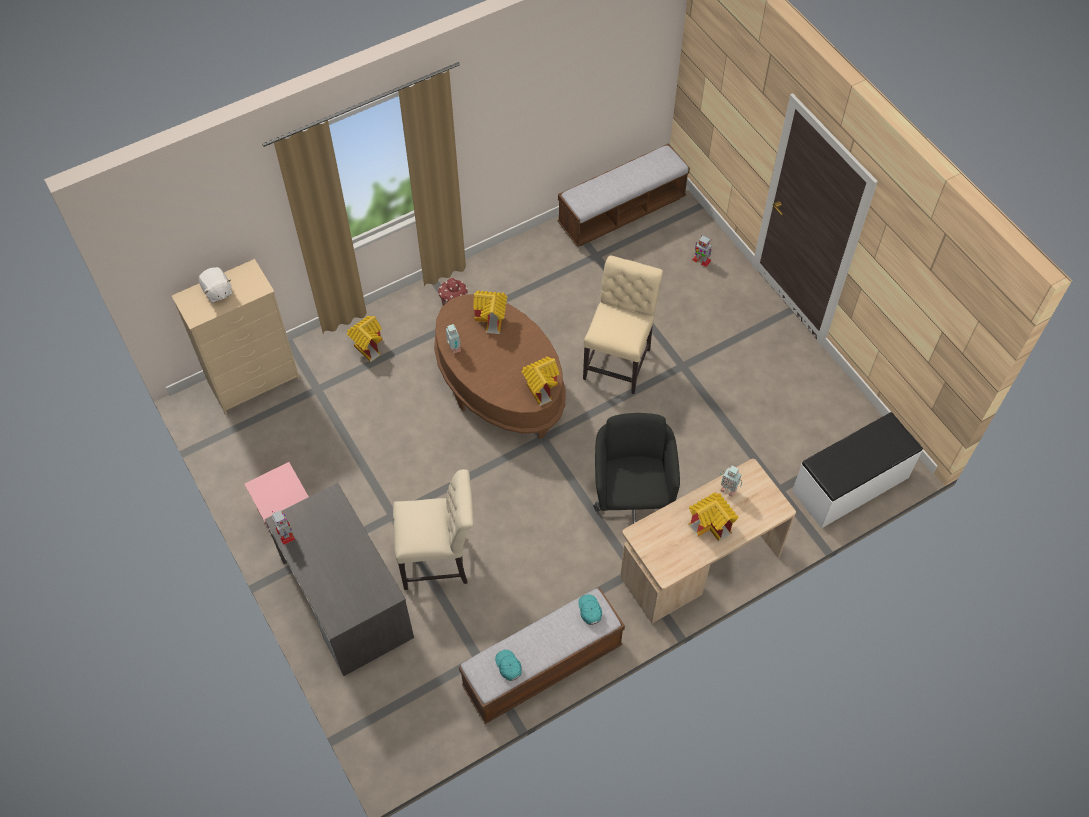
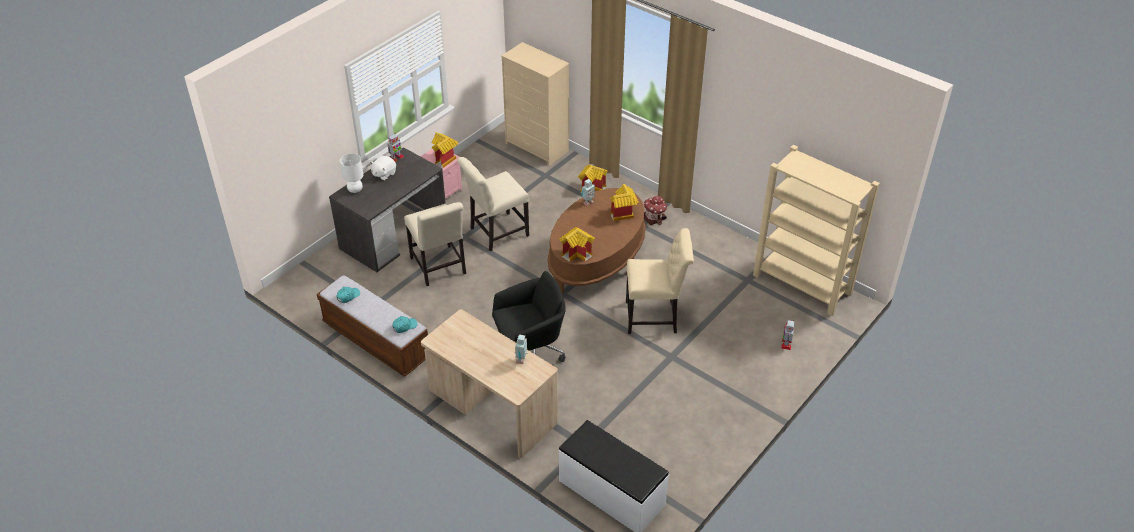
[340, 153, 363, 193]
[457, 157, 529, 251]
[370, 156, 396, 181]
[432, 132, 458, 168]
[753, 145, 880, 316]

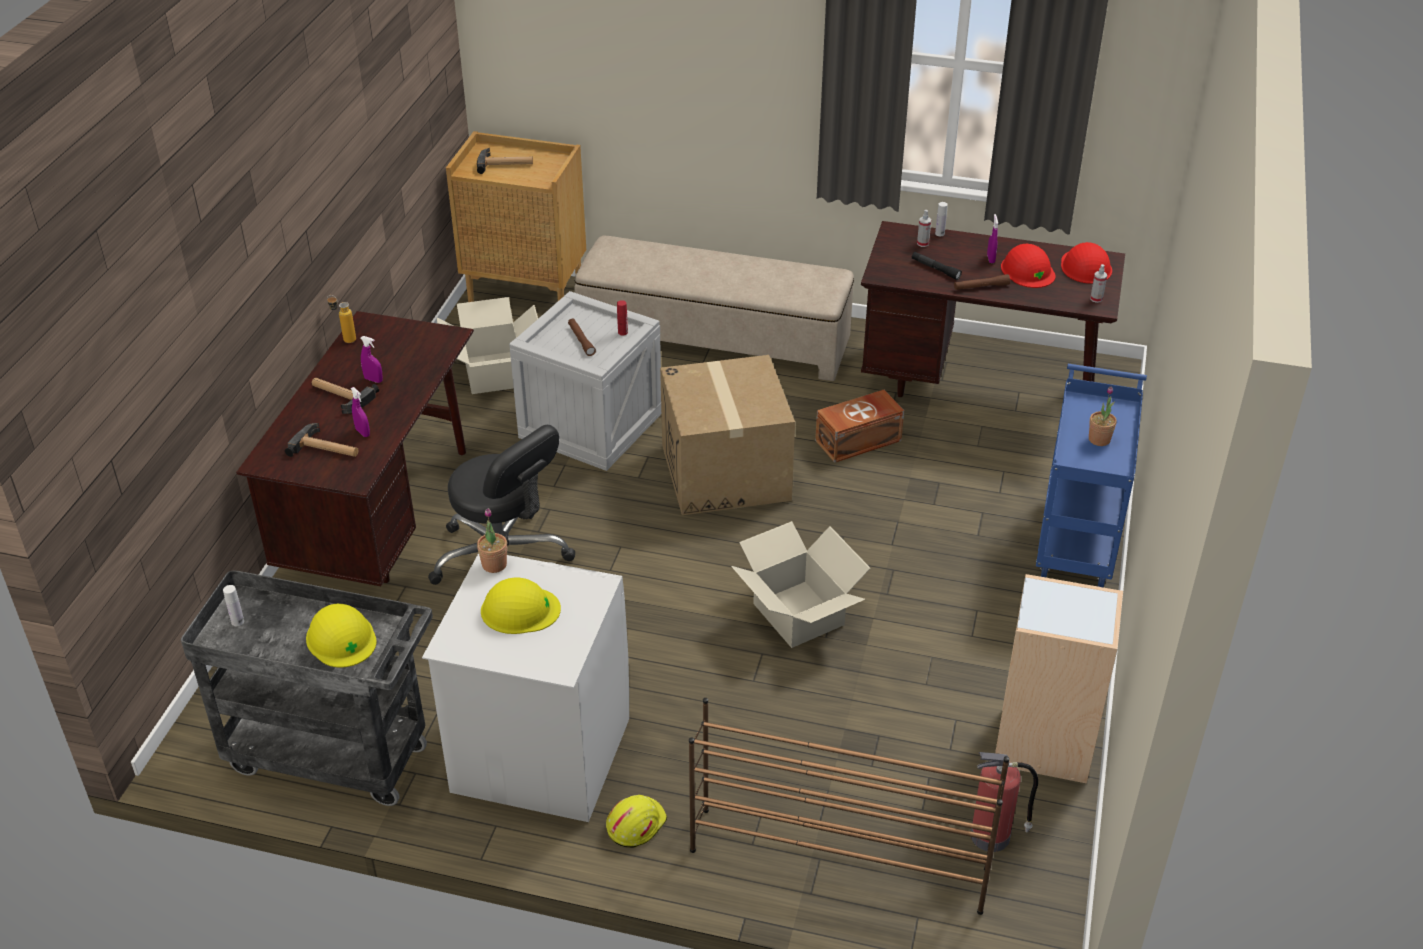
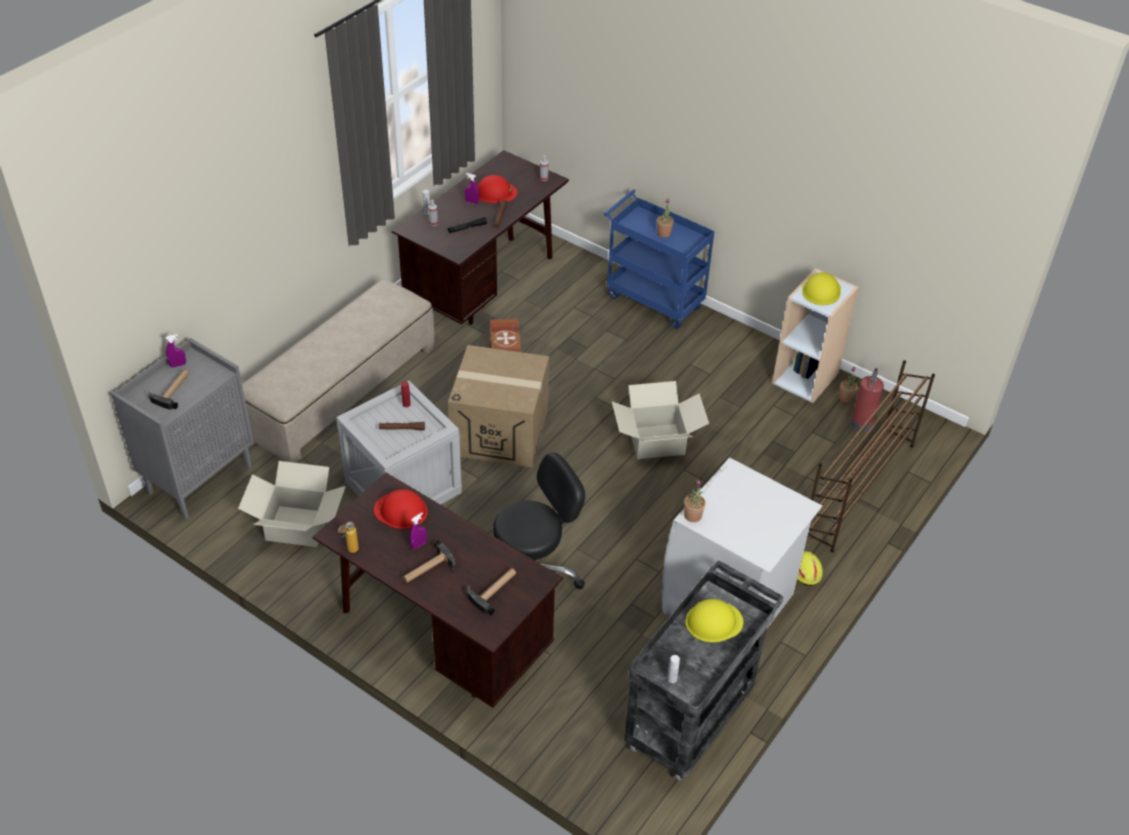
[839, 367, 857, 403]
[165, 334, 186, 367]
[802, 272, 841, 305]
[374, 489, 428, 529]
[111, 338, 254, 519]

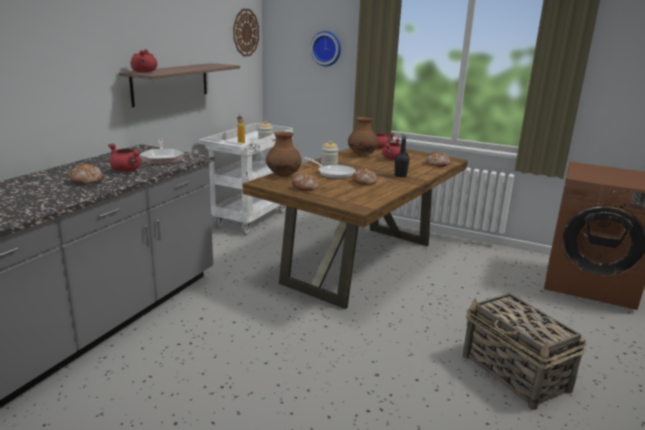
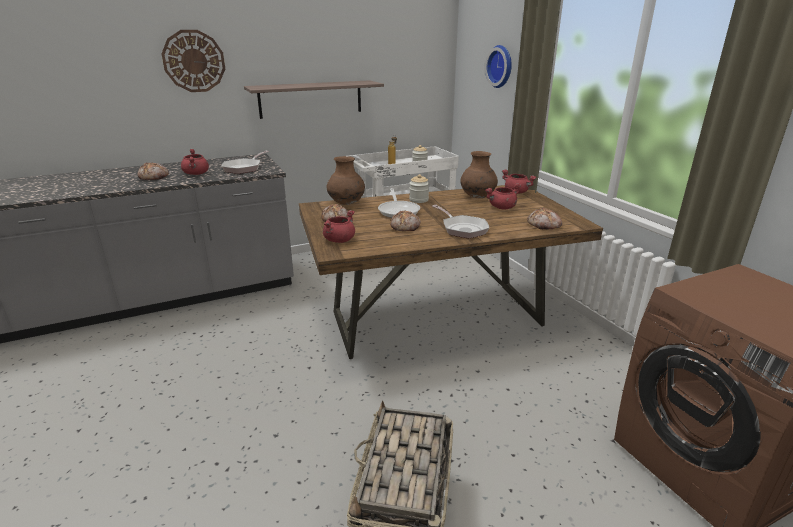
[323, 210, 355, 243]
[162, 30, 225, 92]
[433, 205, 489, 238]

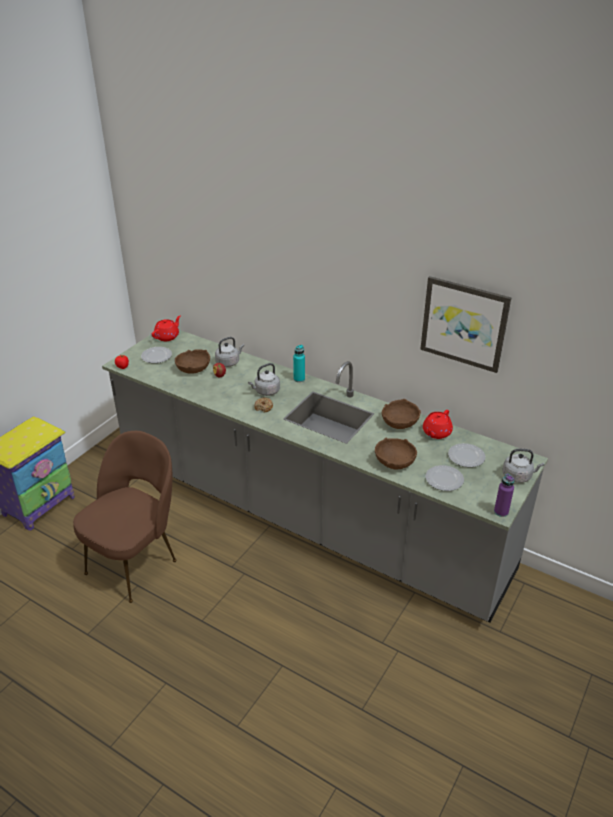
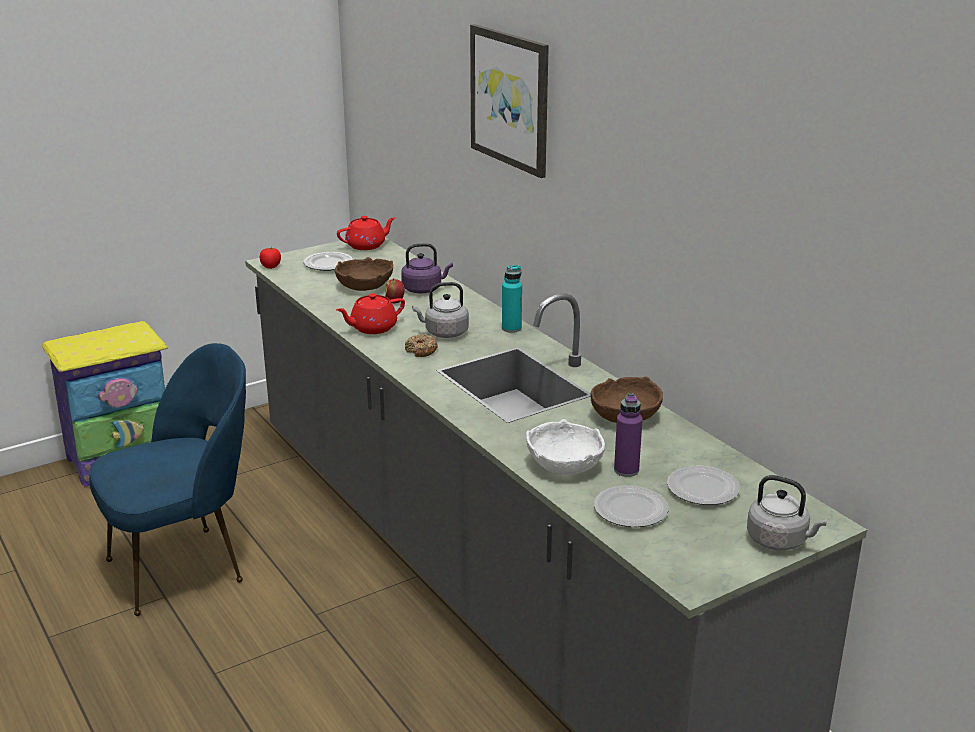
[470, 24, 549, 178]
[336, 293, 405, 334]
[614, 393, 643, 477]
[89, 343, 246, 616]
[401, 243, 453, 293]
[526, 419, 605, 475]

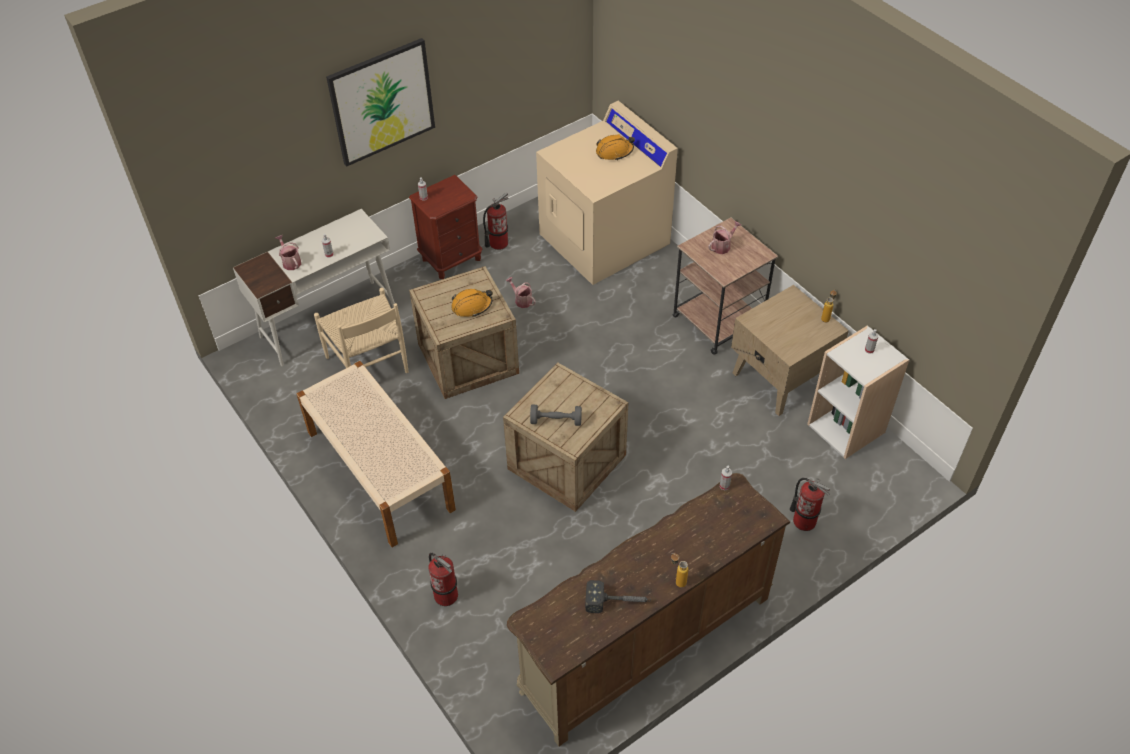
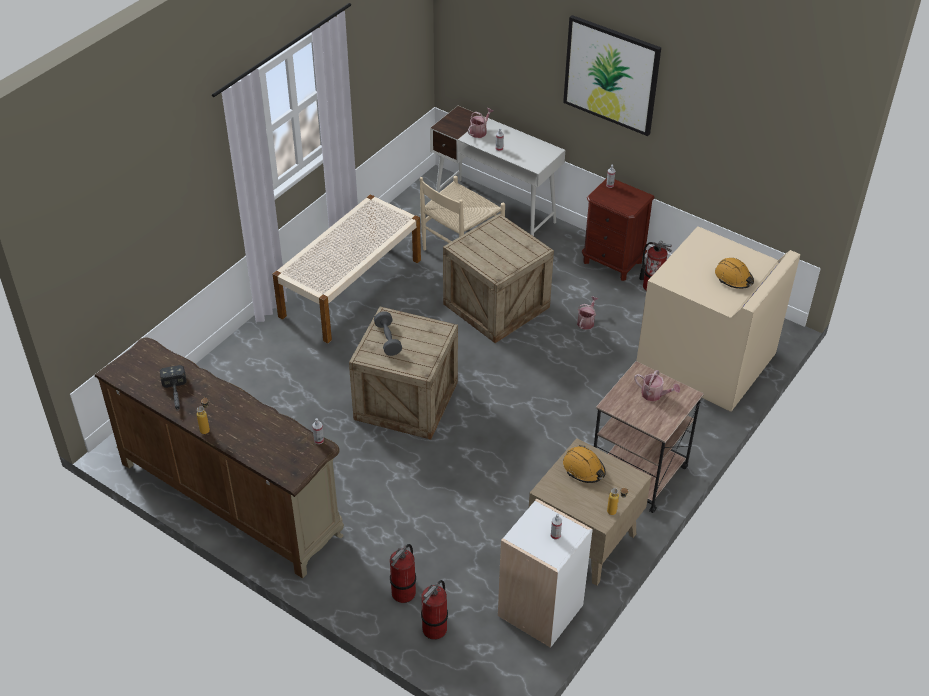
[421, 580, 448, 640]
[563, 445, 606, 483]

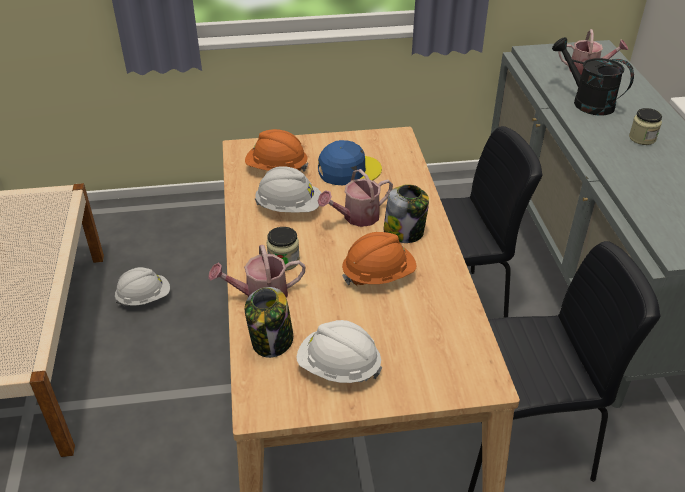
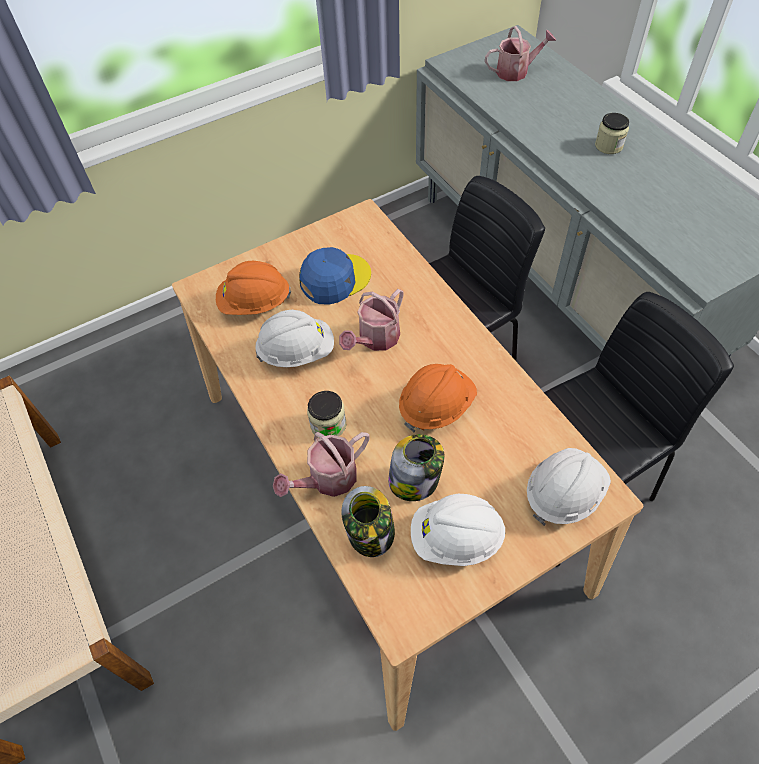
[552, 37, 634, 116] (first image)
[527, 448, 611, 526]
[388, 434, 445, 501]

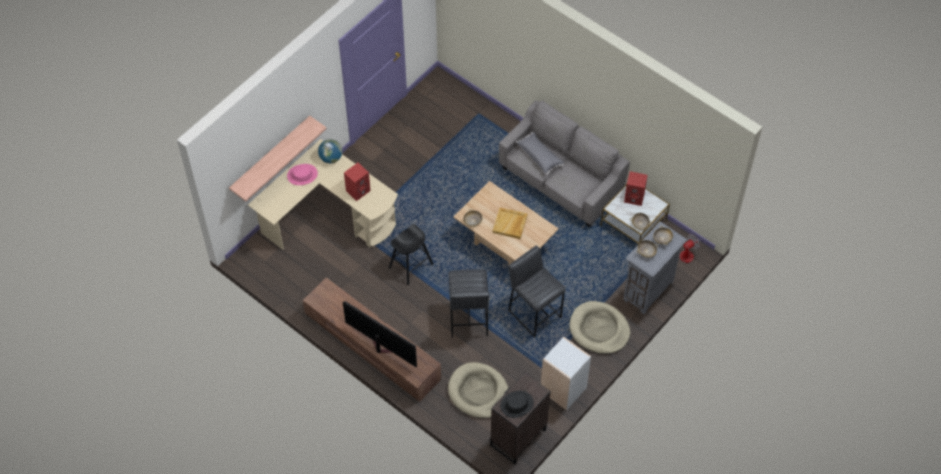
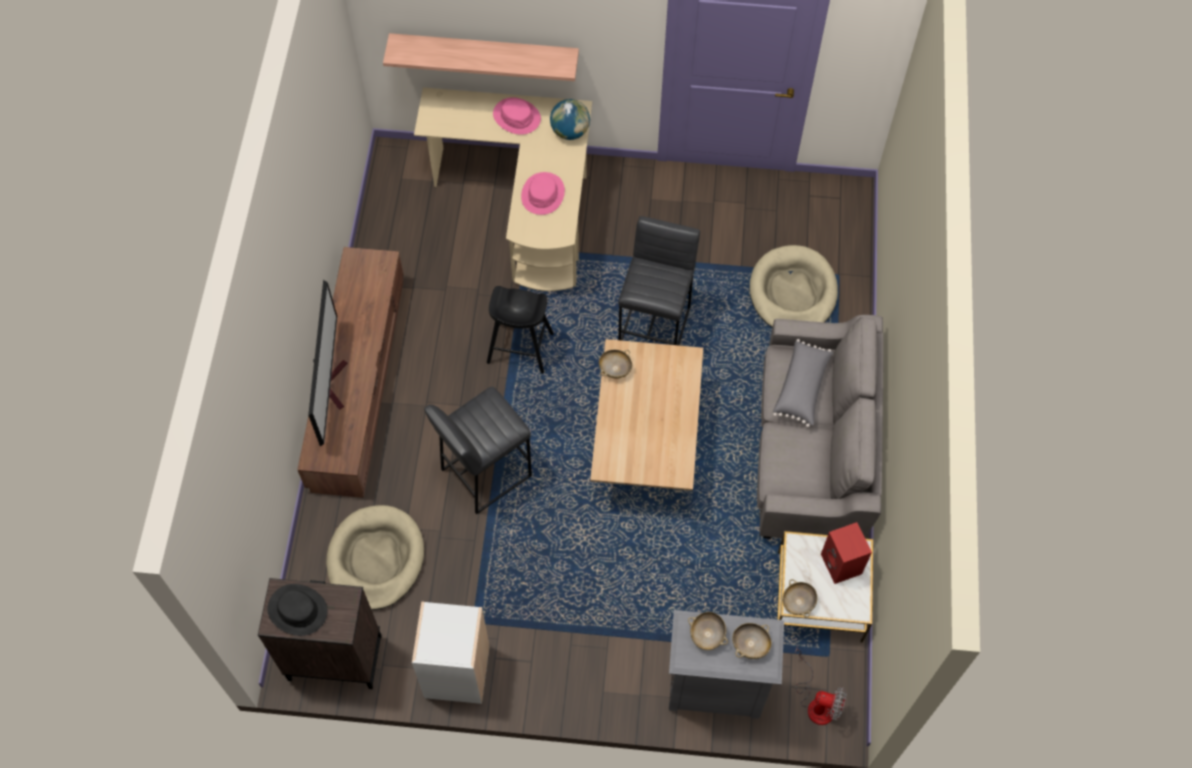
[492, 208, 528, 239] (first image)
[618, 216, 700, 345]
[750, 245, 838, 328]
[521, 172, 565, 215]

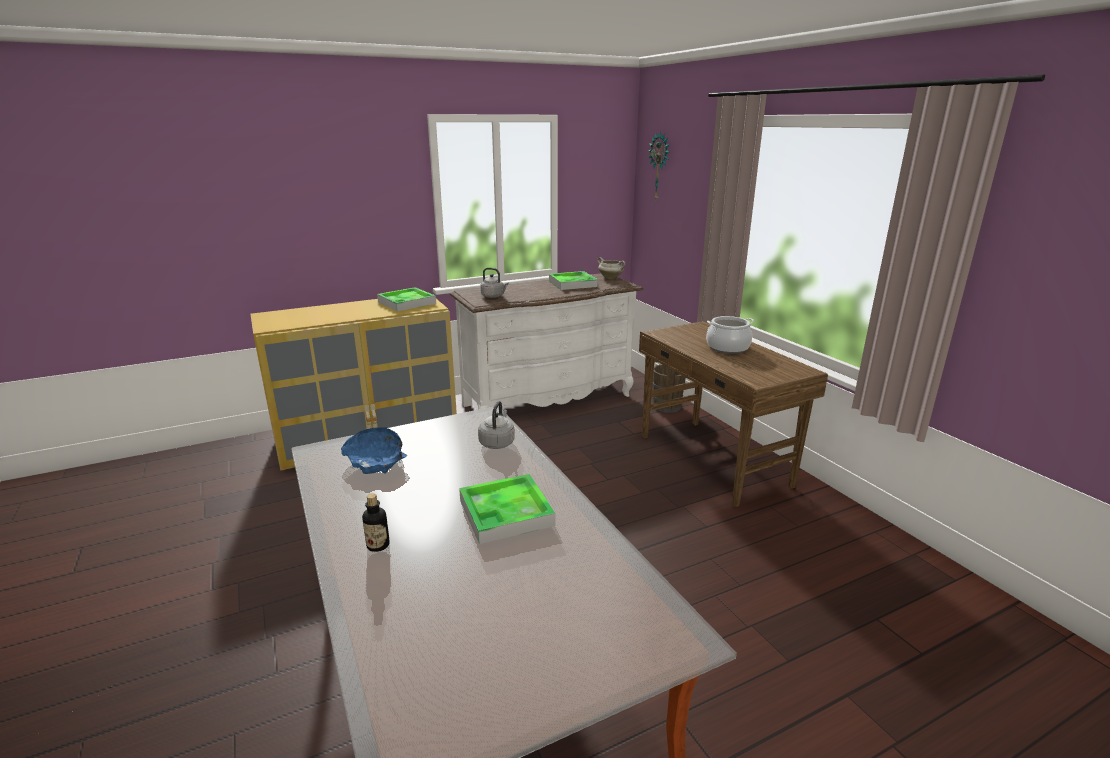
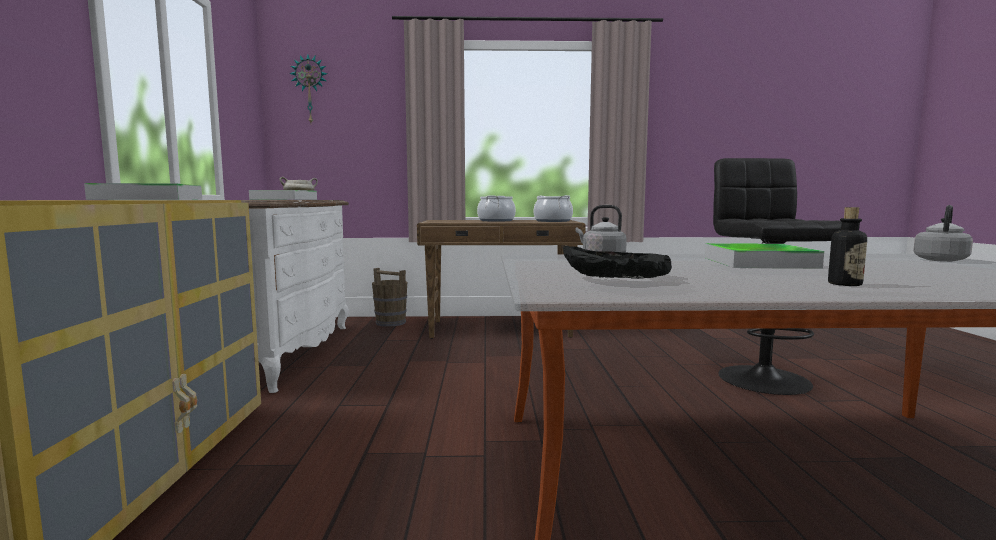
[534, 195, 573, 222]
[713, 158, 842, 395]
[913, 205, 973, 262]
[563, 246, 672, 279]

